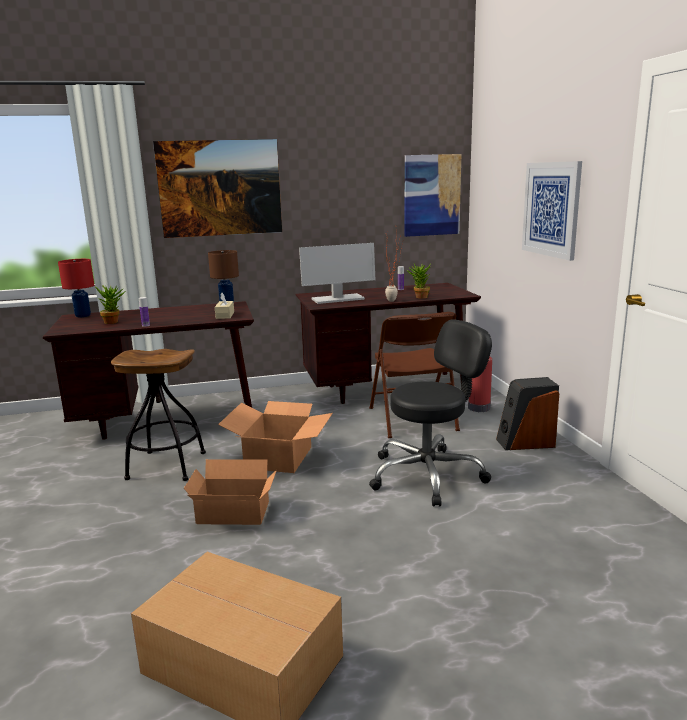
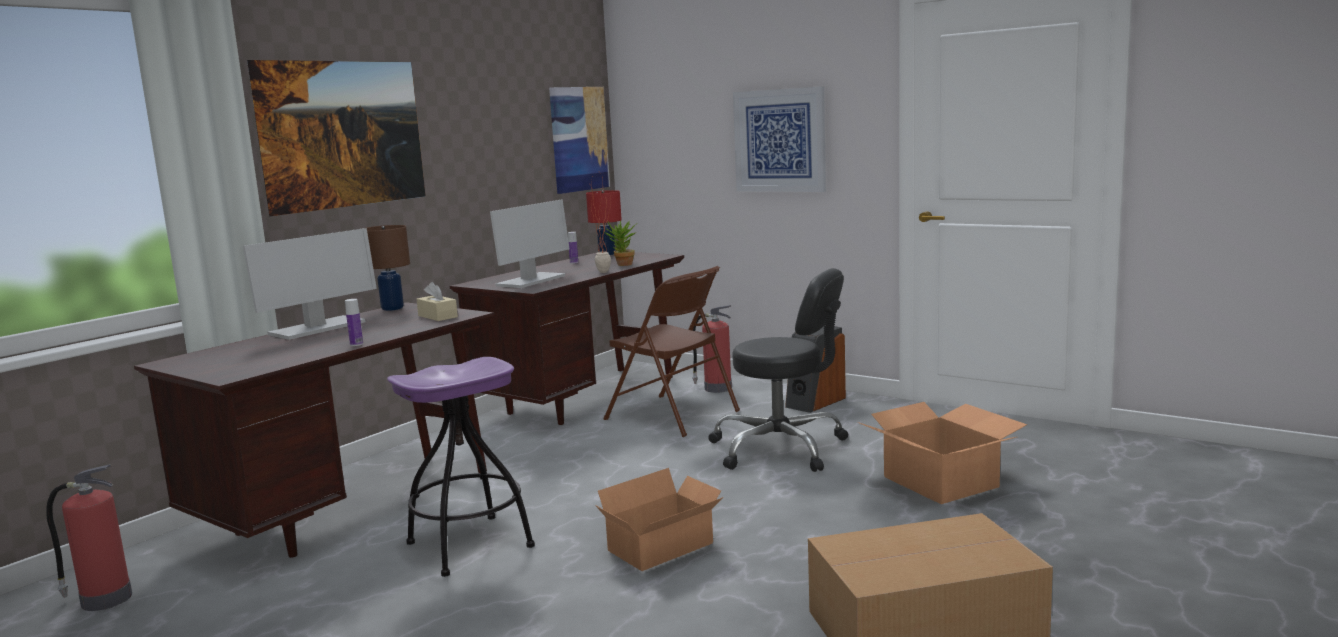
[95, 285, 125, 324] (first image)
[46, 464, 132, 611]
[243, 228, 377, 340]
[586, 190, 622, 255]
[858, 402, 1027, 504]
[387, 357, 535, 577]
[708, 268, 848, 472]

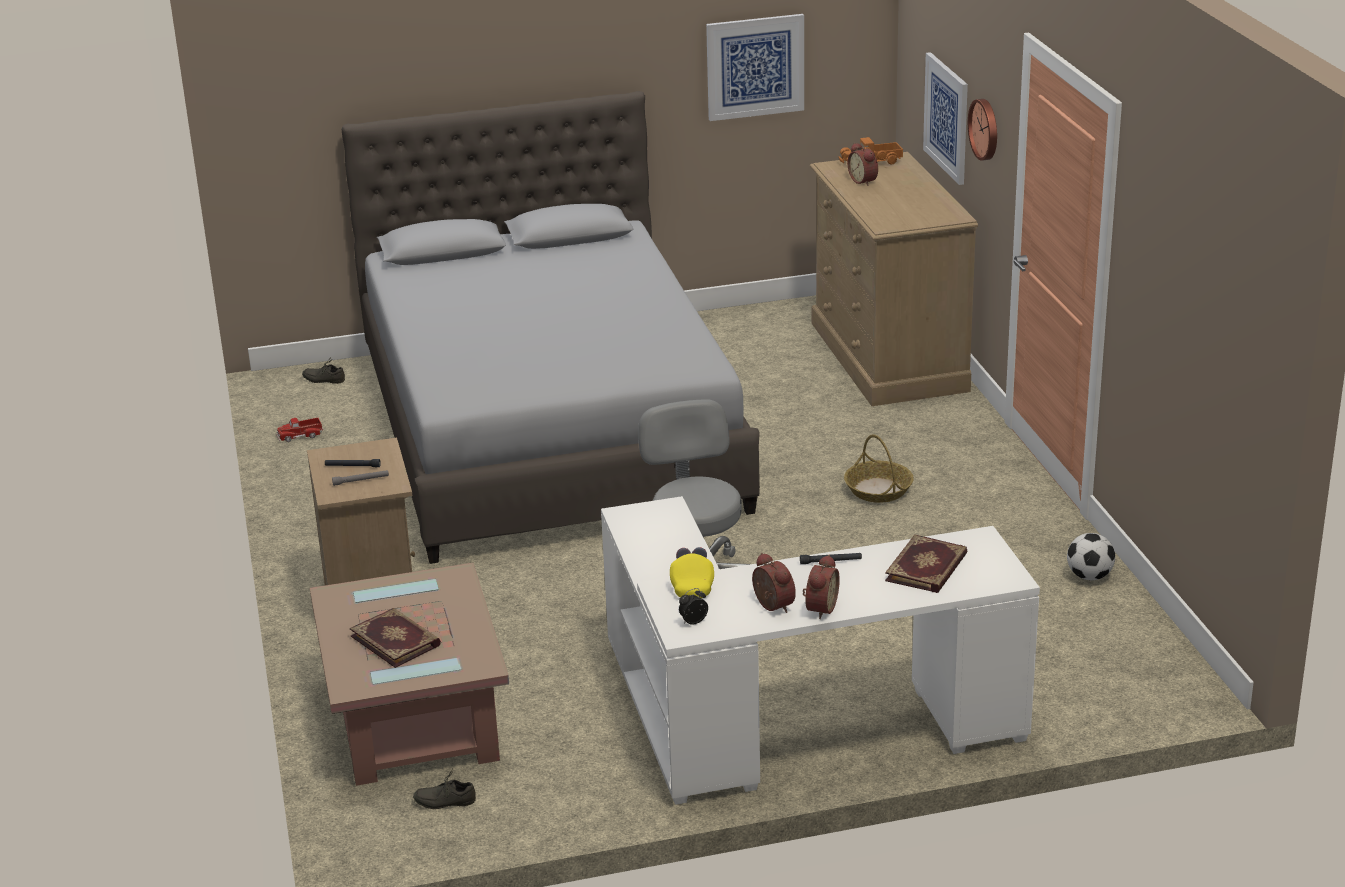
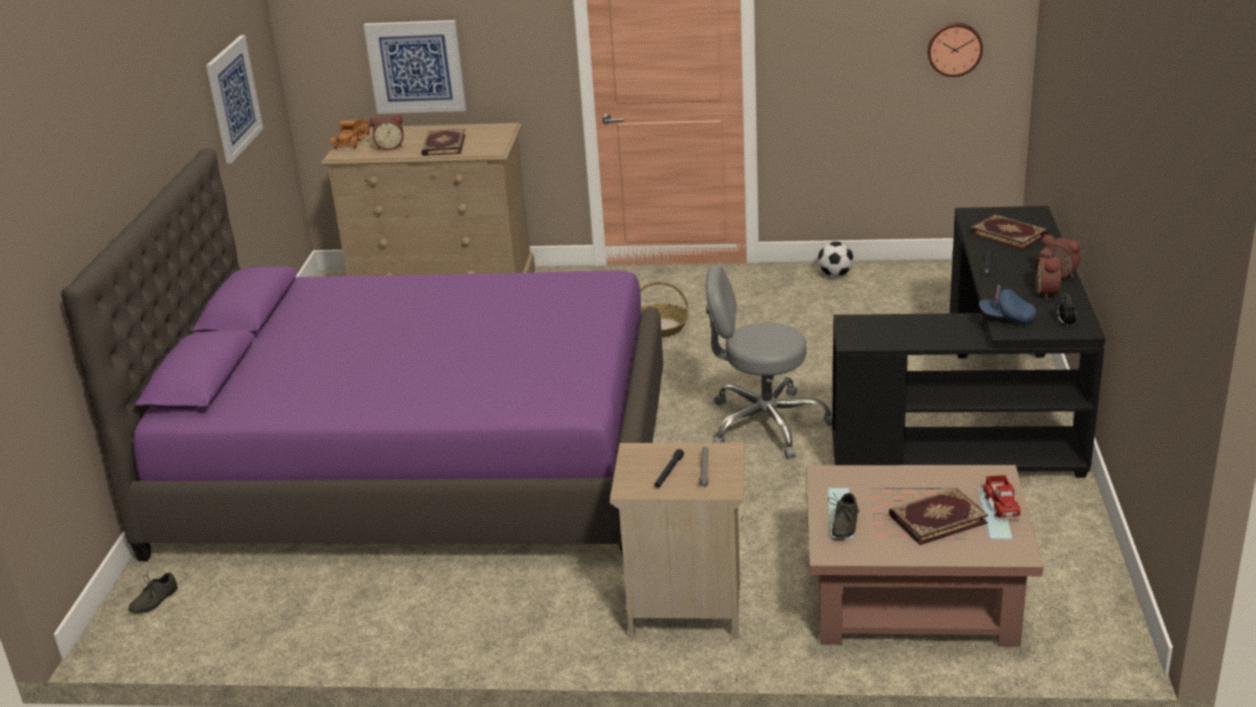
[421, 129, 466, 156]
[983, 475, 1021, 520]
[828, 493, 860, 538]
[927, 23, 983, 77]
[61, 148, 663, 561]
[832, 206, 1106, 478]
[979, 285, 1036, 324]
[1034, 247, 1061, 299]

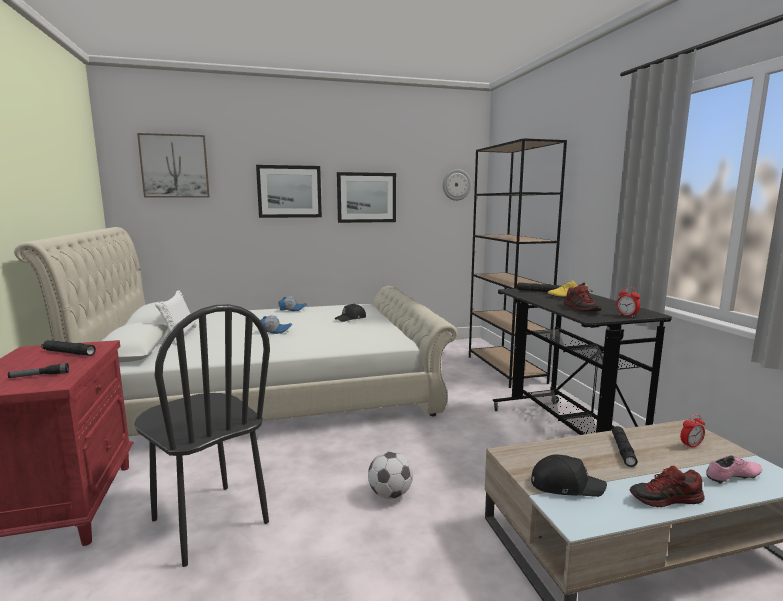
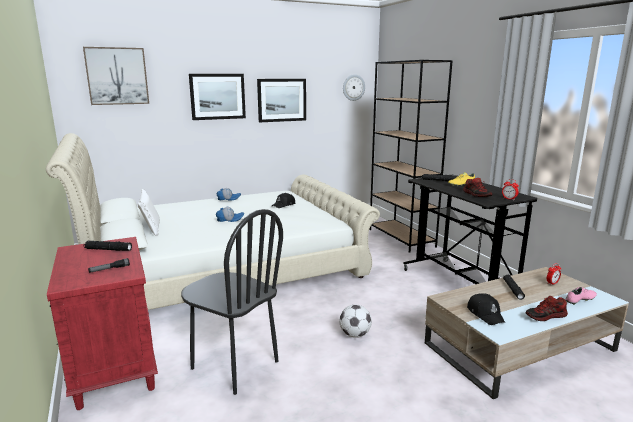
[467, 293, 505, 325]

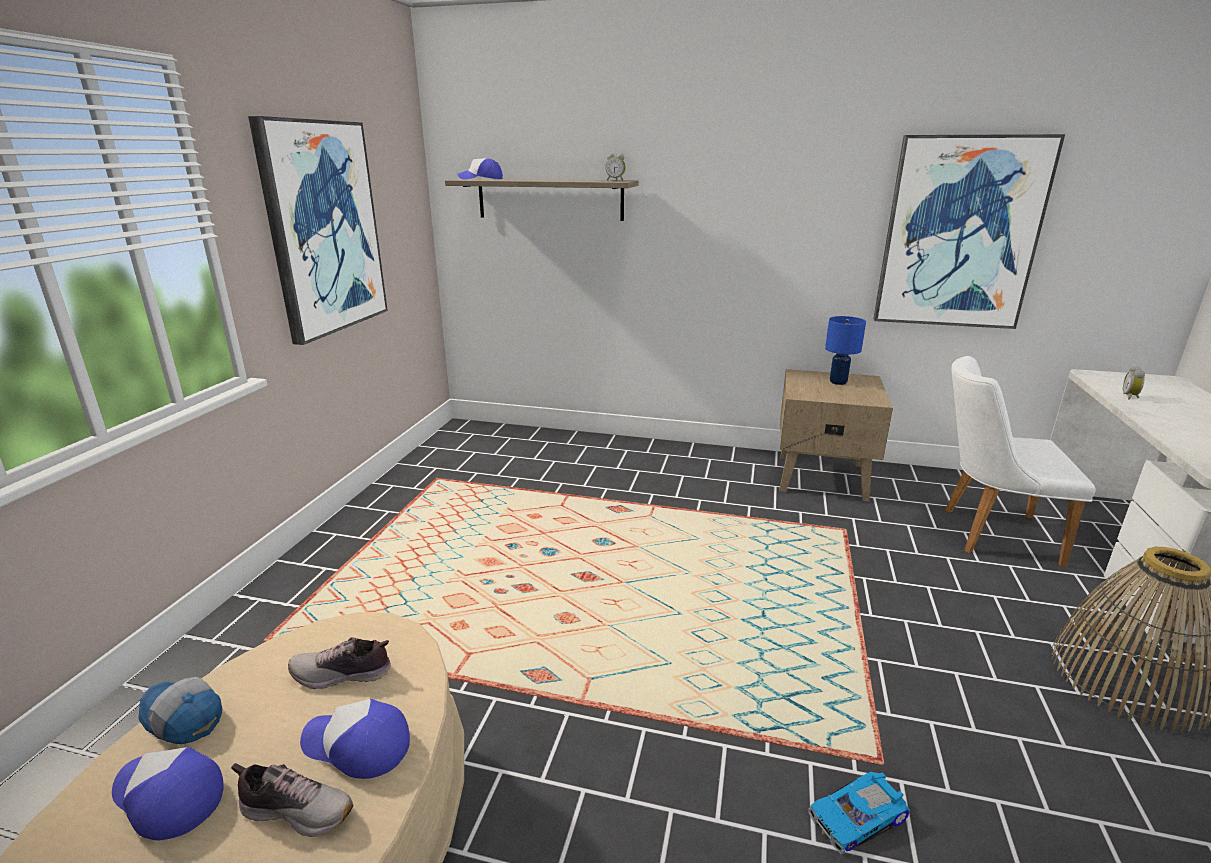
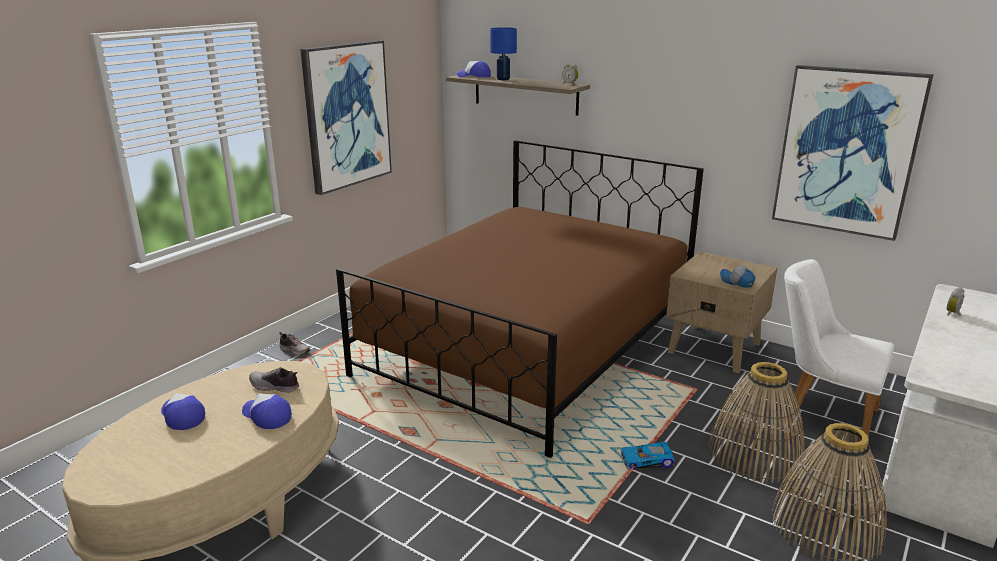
[336, 141, 704, 458]
[708, 362, 805, 484]
[720, 266, 756, 288]
[279, 332, 310, 356]
[621, 442, 675, 469]
[490, 27, 517, 80]

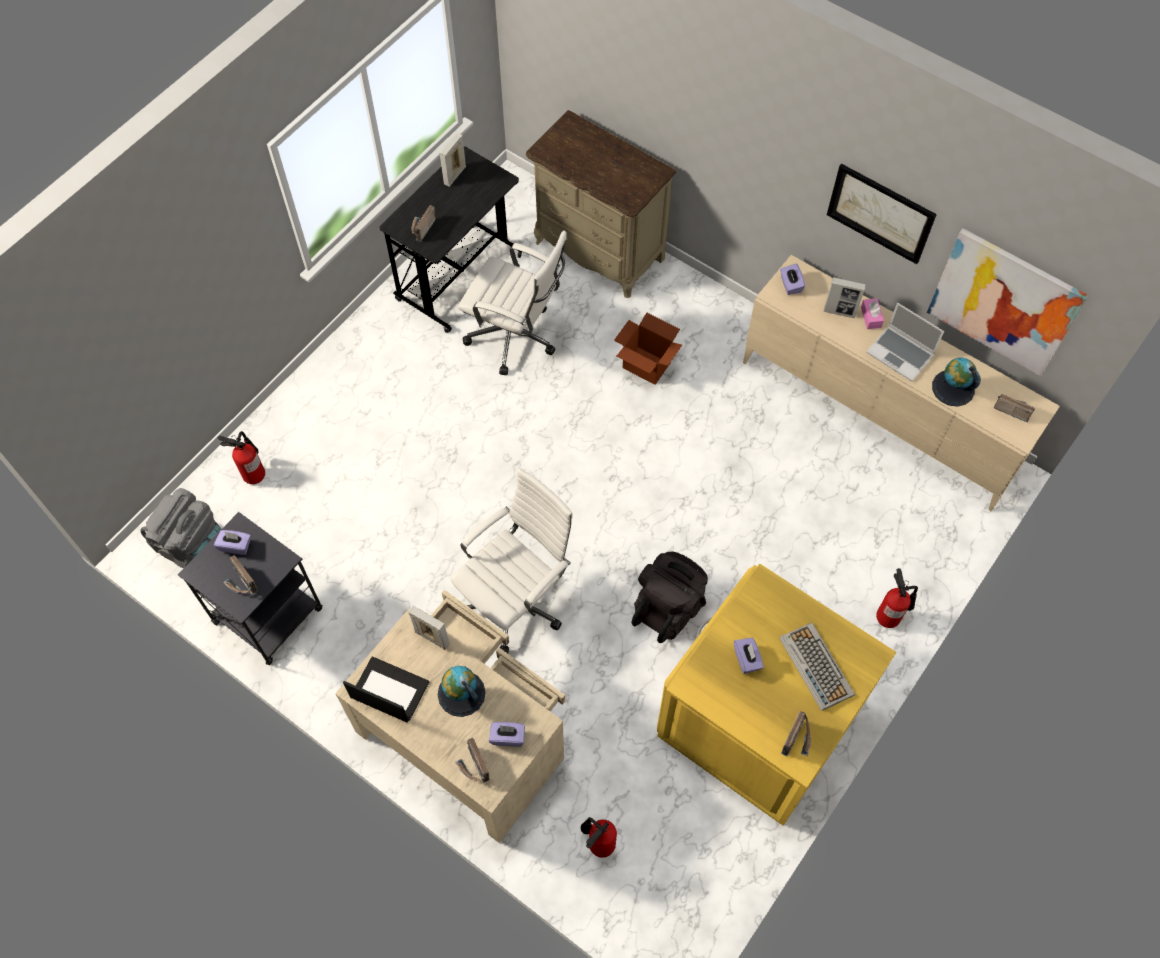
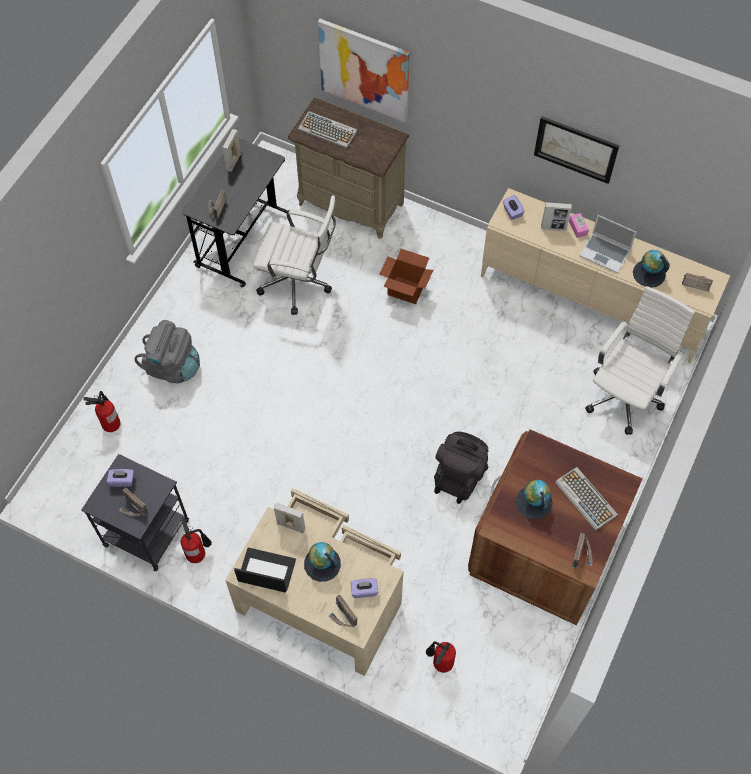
[298, 111, 358, 149]
[135, 320, 200, 384]
[585, 286, 695, 435]
[181, 517, 212, 563]
[318, 19, 410, 123]
[516, 480, 553, 519]
[468, 429, 643, 625]

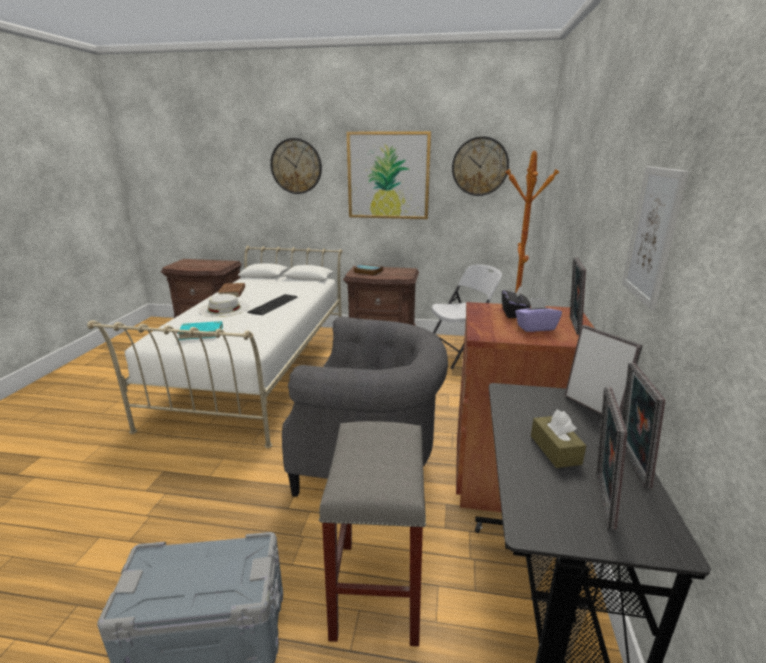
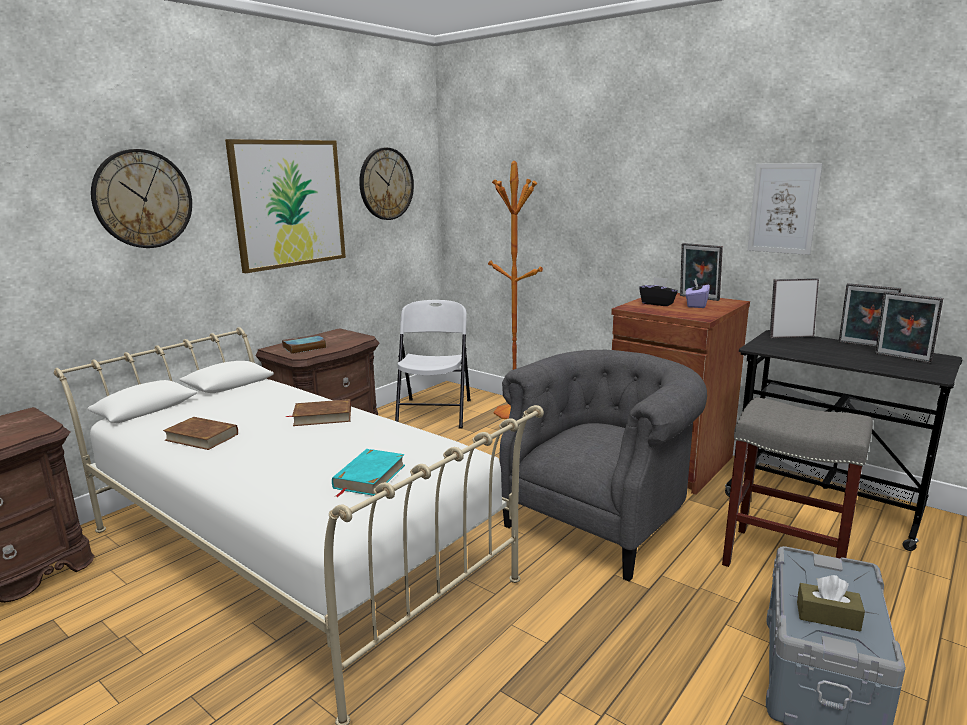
[198, 294, 250, 317] (first image)
[797, 575, 865, 632]
[286, 399, 351, 426]

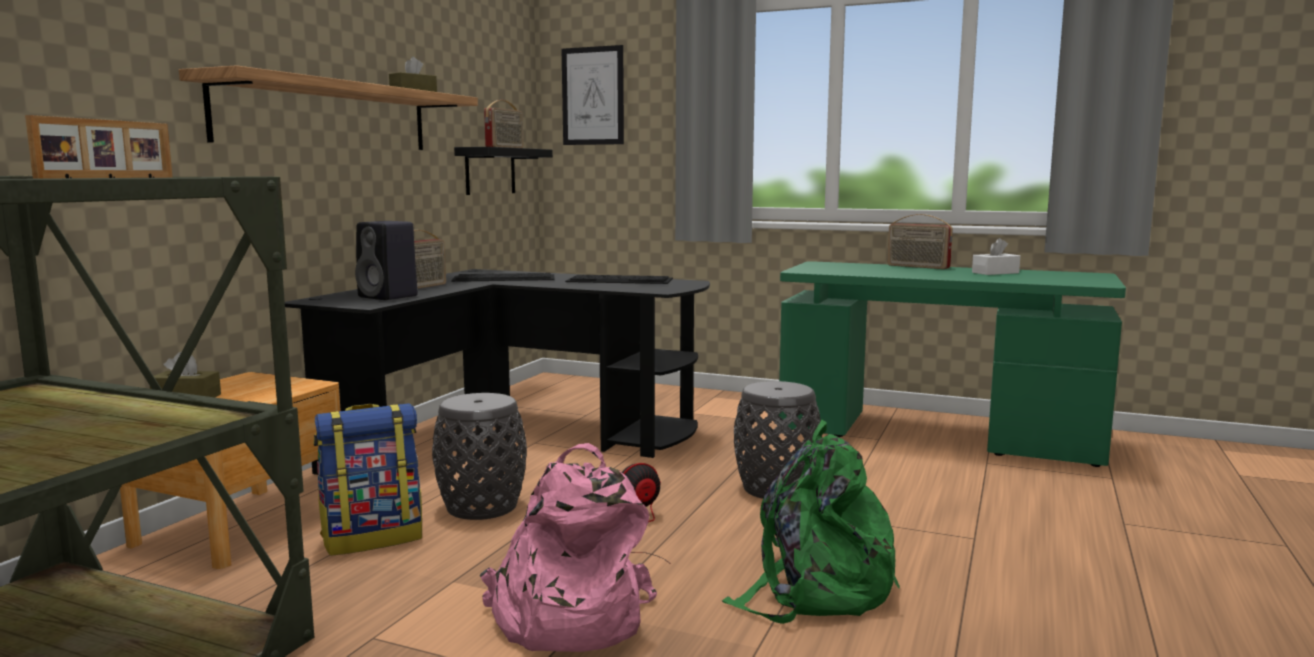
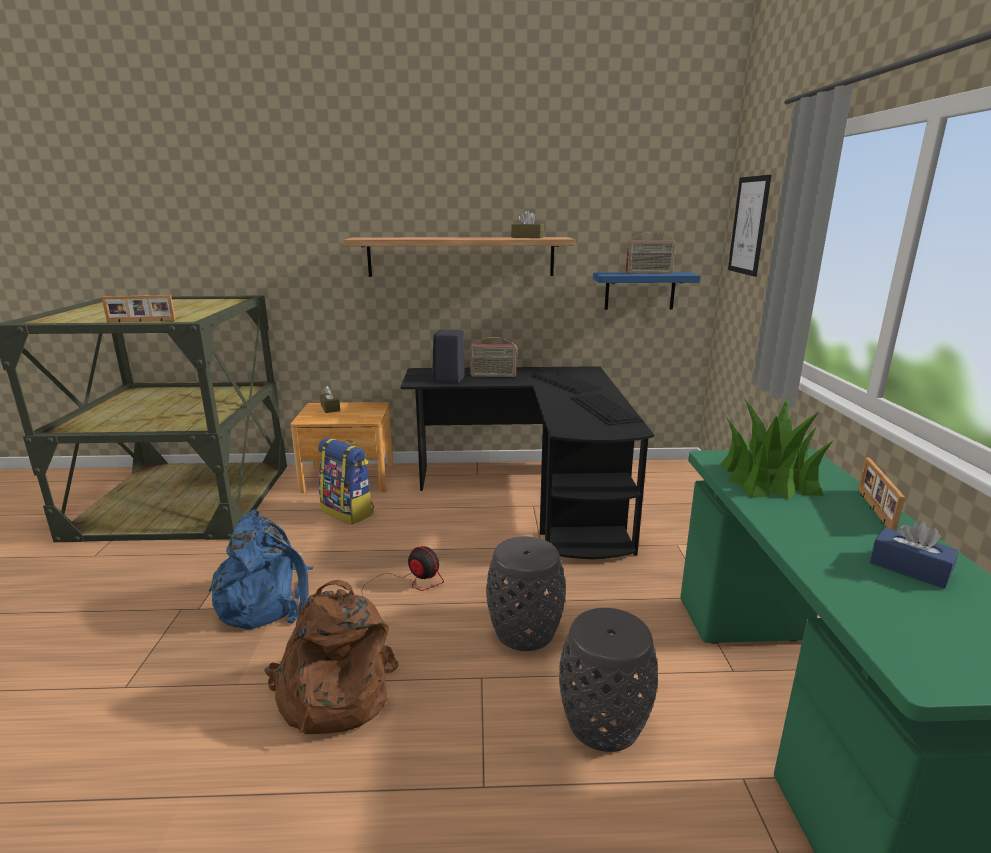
[720, 398, 834, 500]
[559, 608, 658, 752]
[858, 457, 905, 531]
[593, 272, 701, 310]
[209, 510, 314, 630]
[264, 580, 399, 734]
[870, 521, 959, 588]

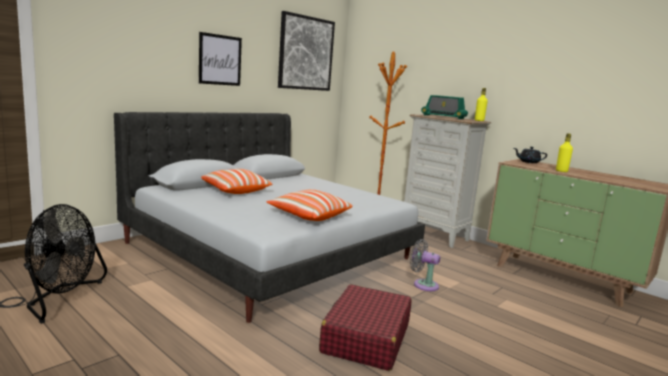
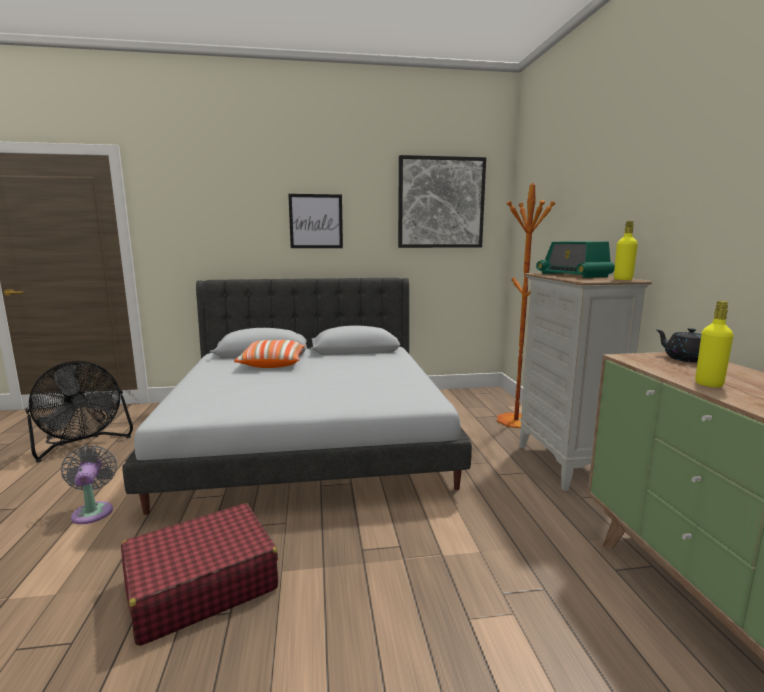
[267, 189, 353, 221] (first image)
[61, 445, 117, 524]

